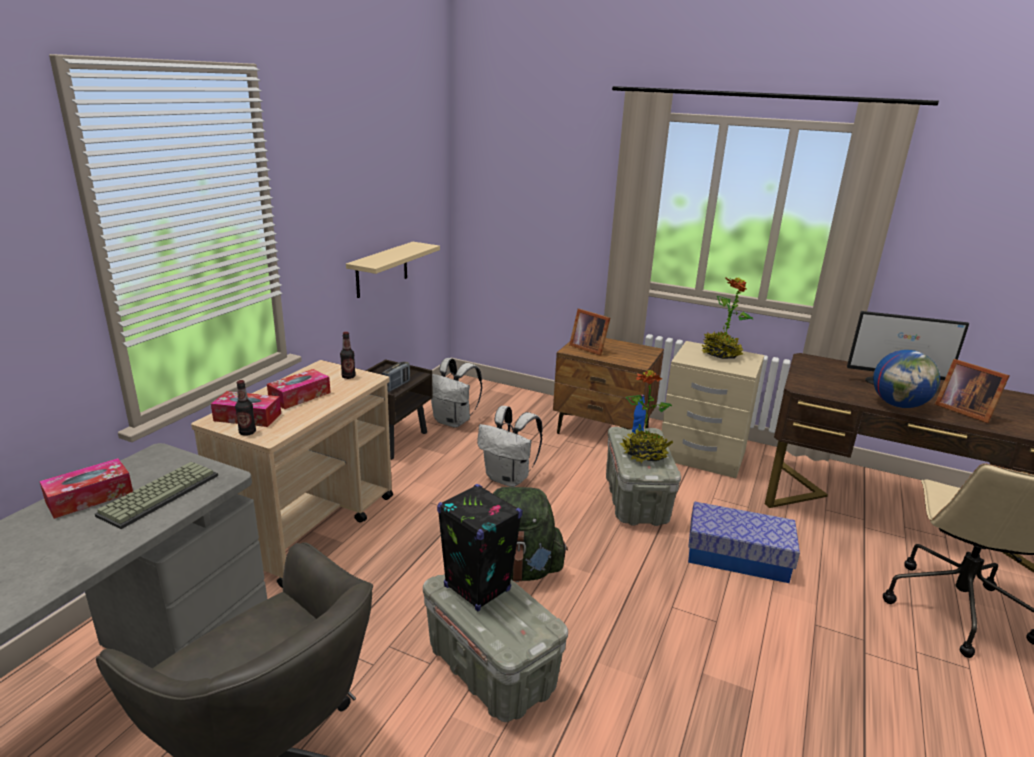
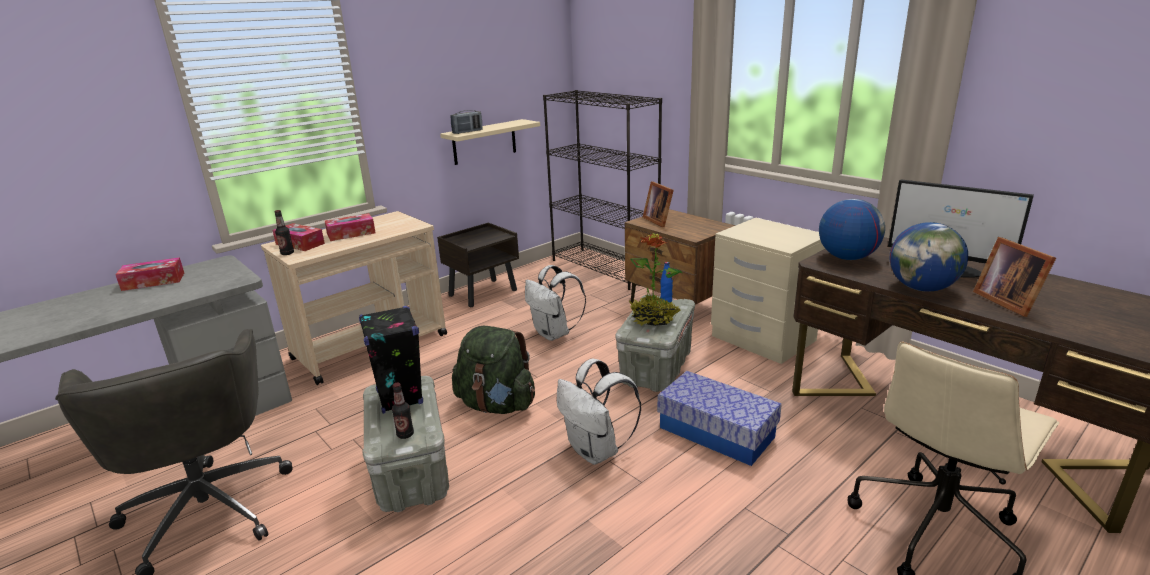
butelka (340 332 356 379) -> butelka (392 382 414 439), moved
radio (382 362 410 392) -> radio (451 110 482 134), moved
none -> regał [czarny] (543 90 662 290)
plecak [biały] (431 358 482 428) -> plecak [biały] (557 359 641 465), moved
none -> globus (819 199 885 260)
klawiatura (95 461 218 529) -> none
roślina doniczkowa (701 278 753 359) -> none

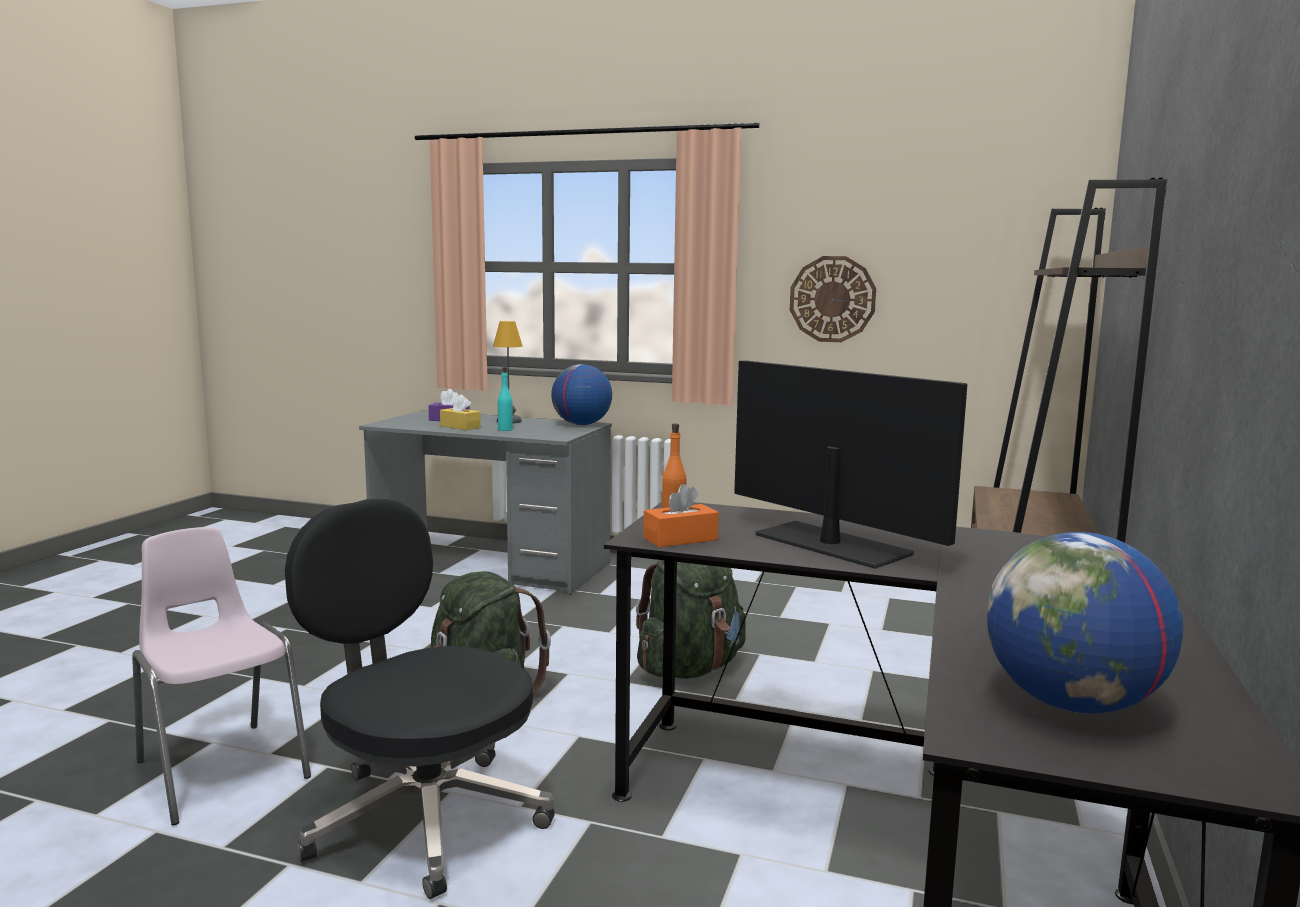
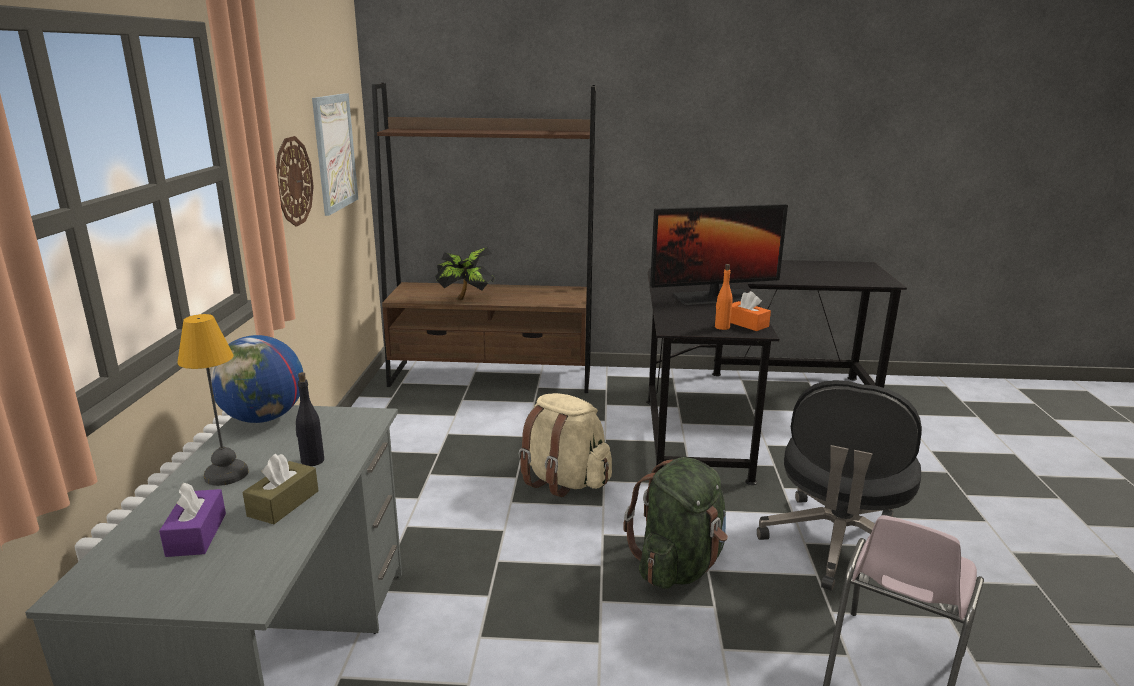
pudełko chusteczek [żółty] (440 394 481 430) -> pudełko chusteczek [brązowy] (243 453 319 524)
butelka [turkusowy] (498 367 513 431) -> butelka [czarny] (296 372 324 466)
none -> obraz (312 93 358 216)
none -> roślina doniczkowa (435 247 494 300)
plecak [zielony] (636 560 746 679) -> plecak [beżowy] (519 393 612 497)
monitor (734 360 967 568) -> monitor (650 204 788 305), 135 degrees counterclockwise
globus (987 532 1183 714) -> none

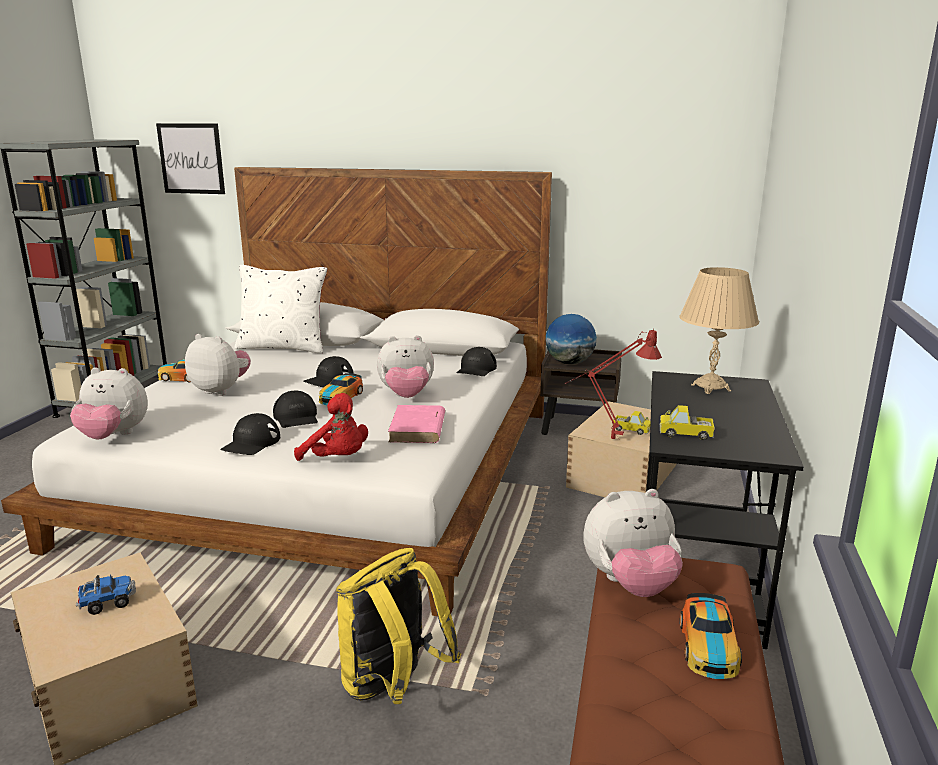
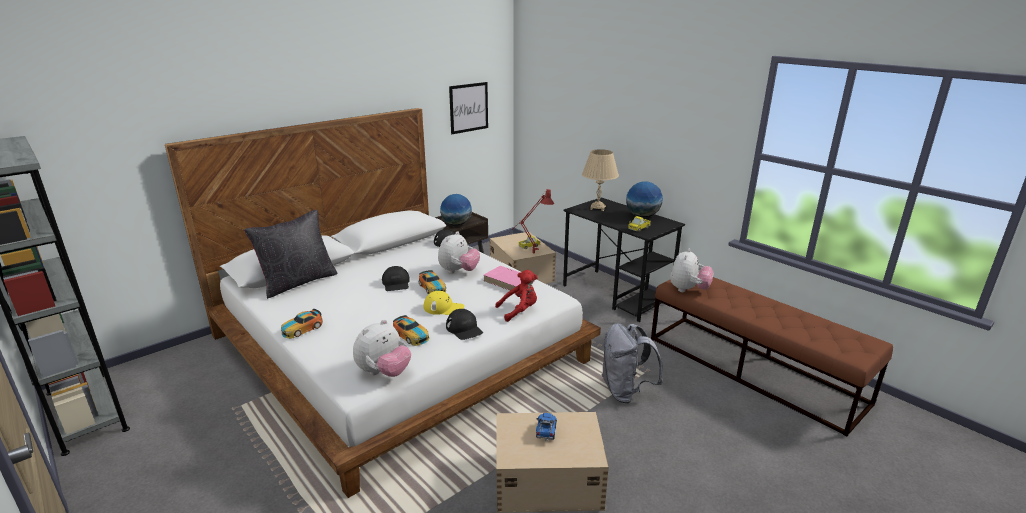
poduszka [biały] (234 265 327 353) -> poduszka [czarny] (244 210 338 299)
samochodzik (680 593 742 679) -> samochodzik (393 315 429 346), moved
czapka z daszkiem [czarny] (273 391 318 428) -> czapka z daszkiem [żółty] (423 291 464 315)
obraz (156 123 225 194) -> obraz (449 82 488 134), moved
plecak [żółty] (336 548 461 704) -> plecak [szary] (602 323 663 403)
none -> globus (626 181 663 218)
pluszak (185 334 251 396) -> none

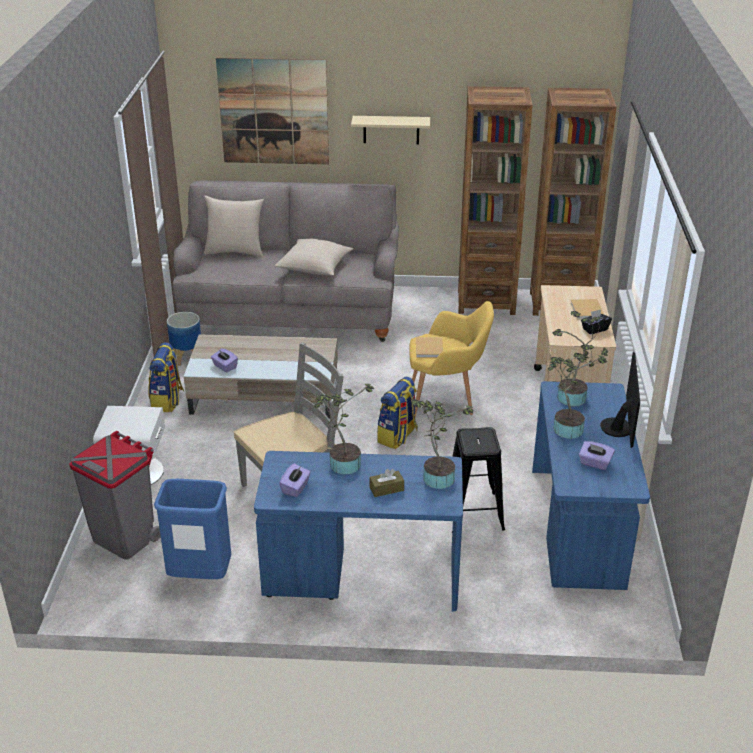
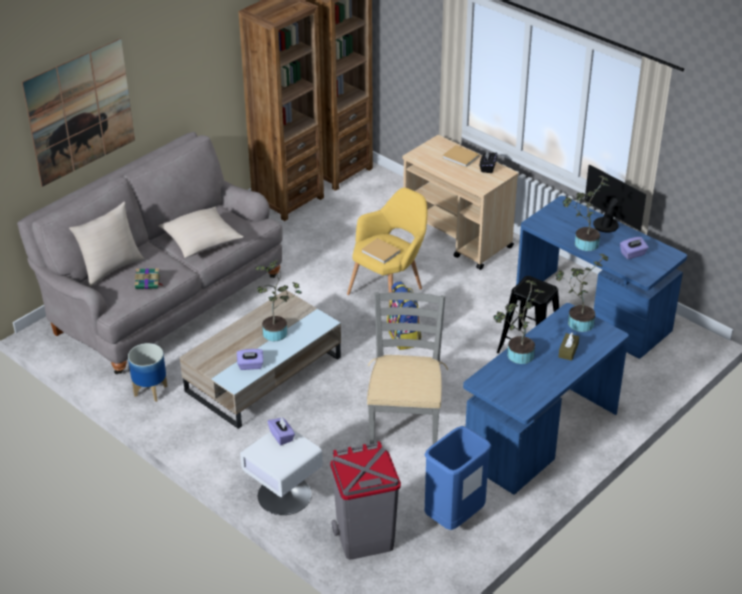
none -> książka (135 268 163 289)
roślina doniczkowa (552 311 608 406) -> roślina doniczkowa (255 260 302 341), moved
pudełko chusteczek [fioletowy] (279 464 311 497) -> pudełko chusteczek [fioletowy] (268 416 295 445), moved
plecak (148 342 184 412) -> none
półka [beżowy] (351 116 430 144) -> none

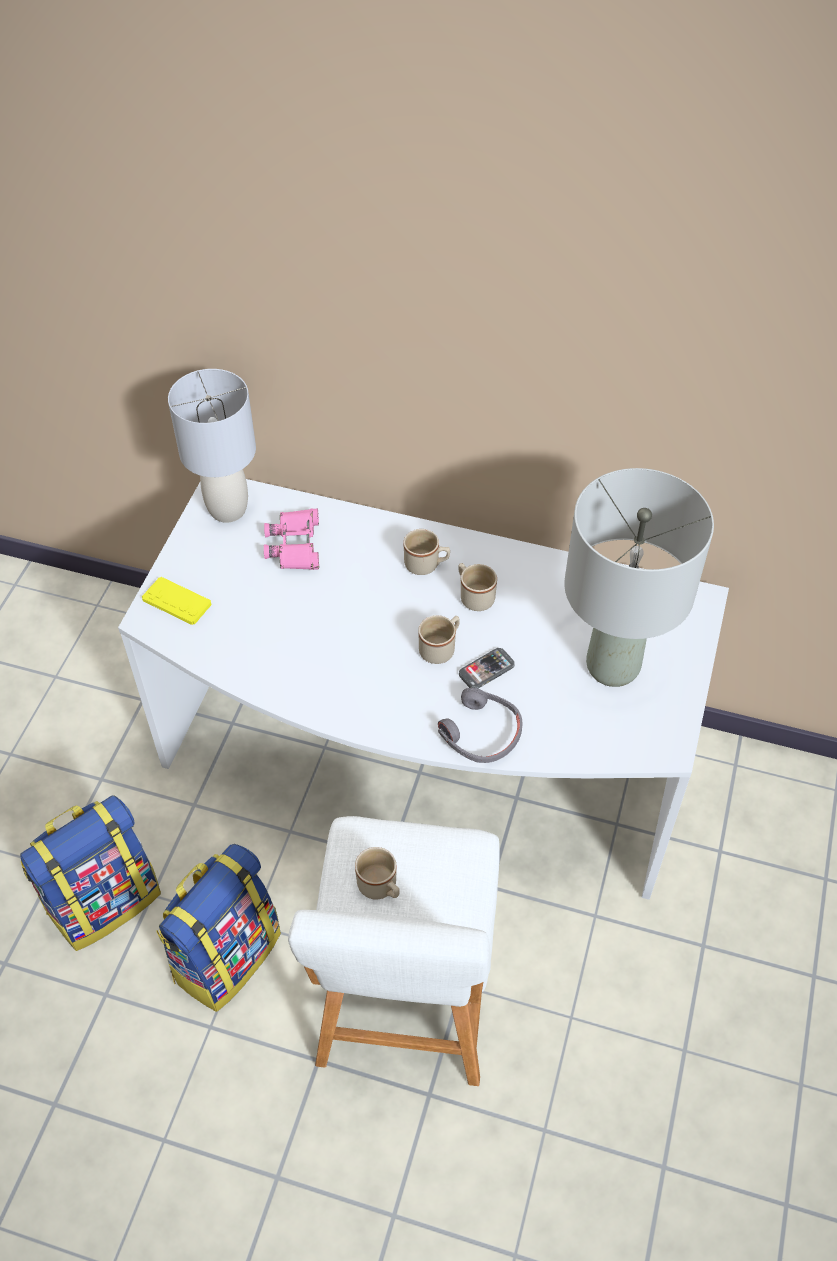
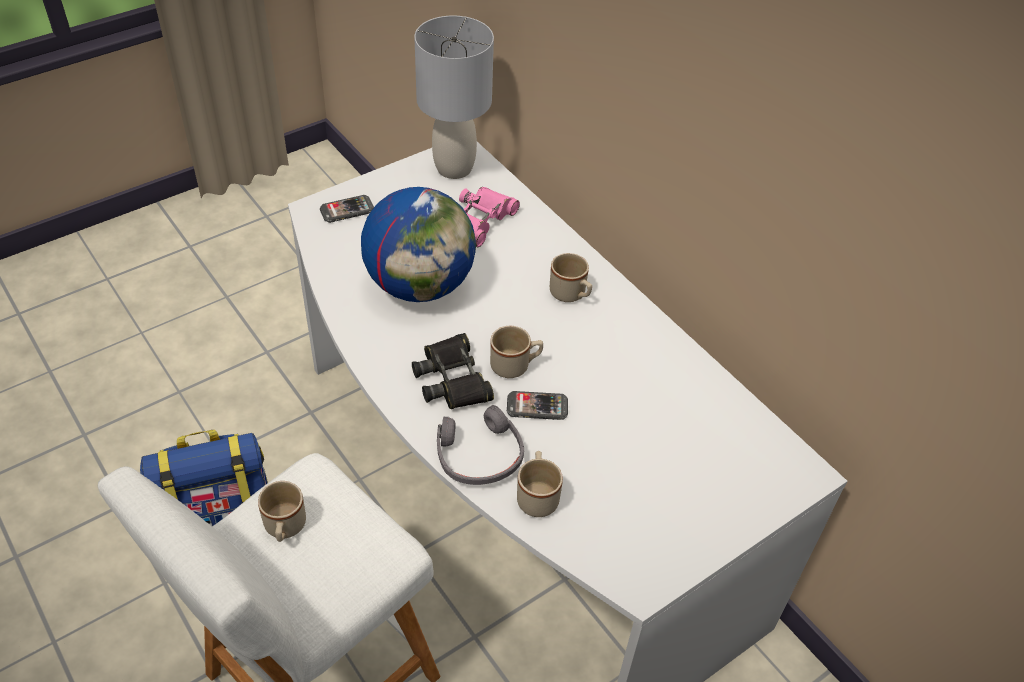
pad do gier [żółty] (142 577 211 625) -> telefon (320 195 374 223)
none -> globus (361 187 476 302)
none -> lornetka [czarny] (412 333 494 409)
kubek [beżowy] (458 563 497 611) -> kubek [beżowy] (517 451 563 517), moved
plecak (20 796 161 951) -> none
lampa stołowa [szary] (564 468 714 687) -> none

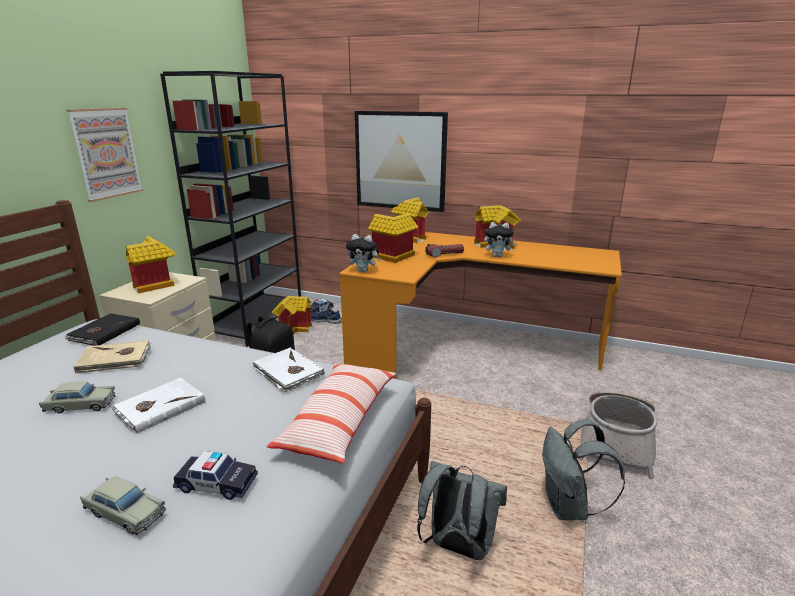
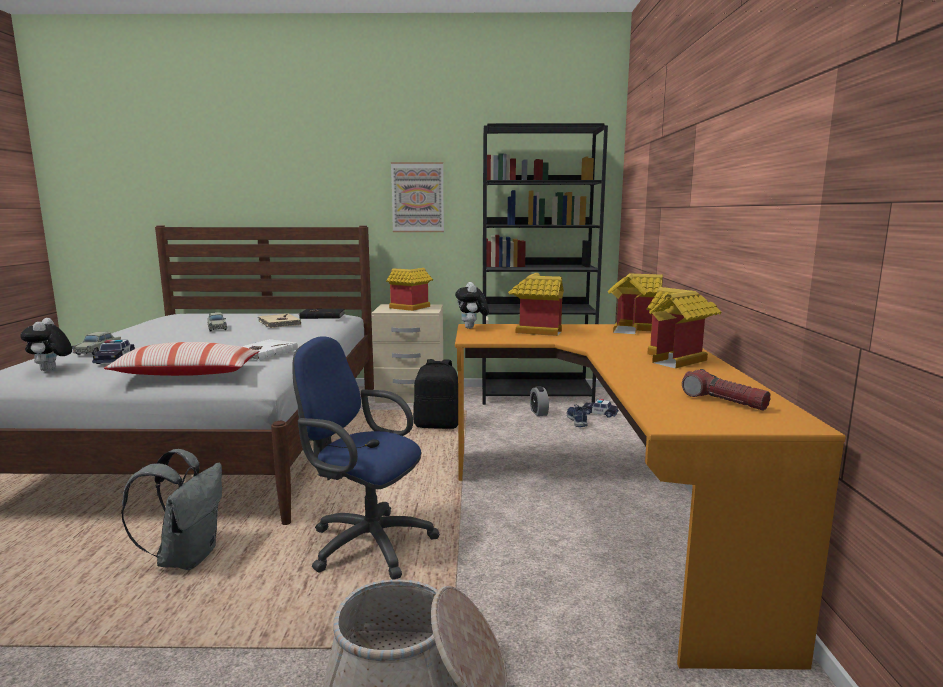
pluszak (484 222 517 257) -> pluszak (20 318 72 371), moved
none -> krzesło biurowe [niebieski] (292 336 440 579)
domek (272 296 312 335) -> budzik (530 386 549 416)
latarka (425 244 464 258) -> latarka (682 369 771 411), moved
książka [biały] (111 378 205 434) -> none
obraz (355 111 448 212) -> none
plecak [szary] (542 419 625 520) -> none

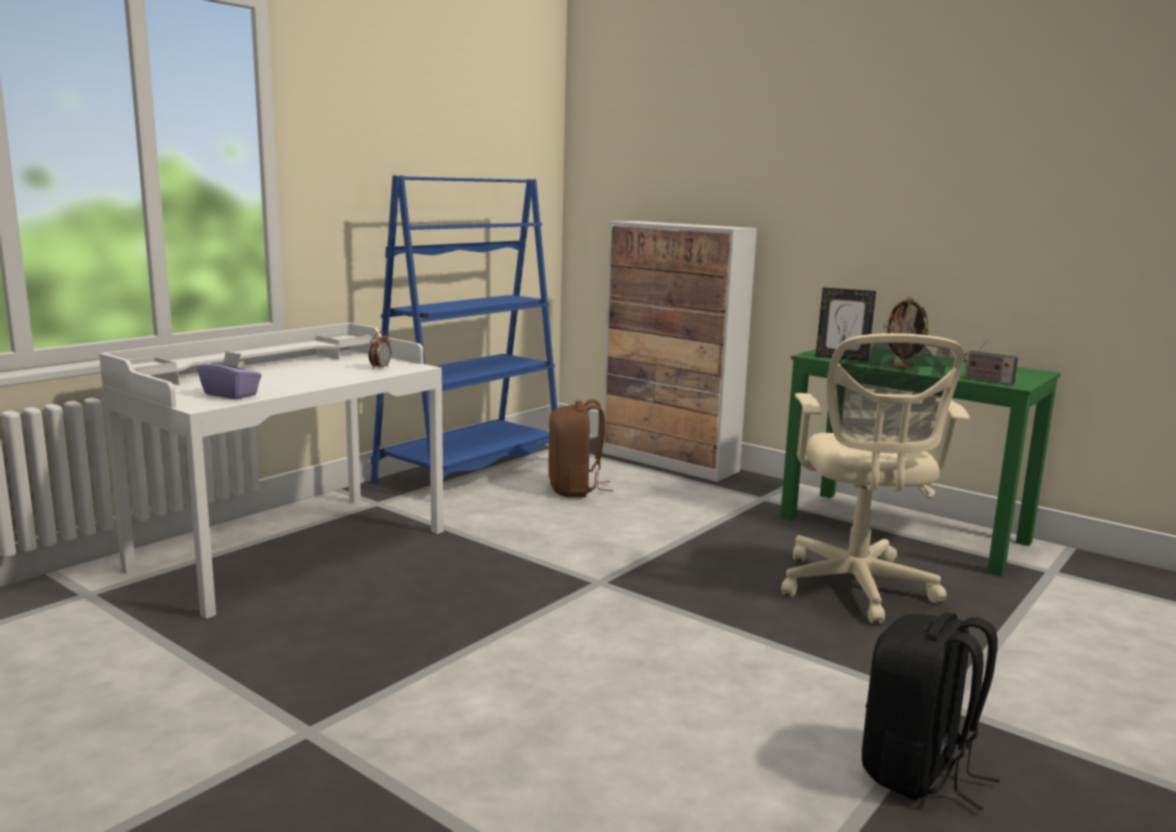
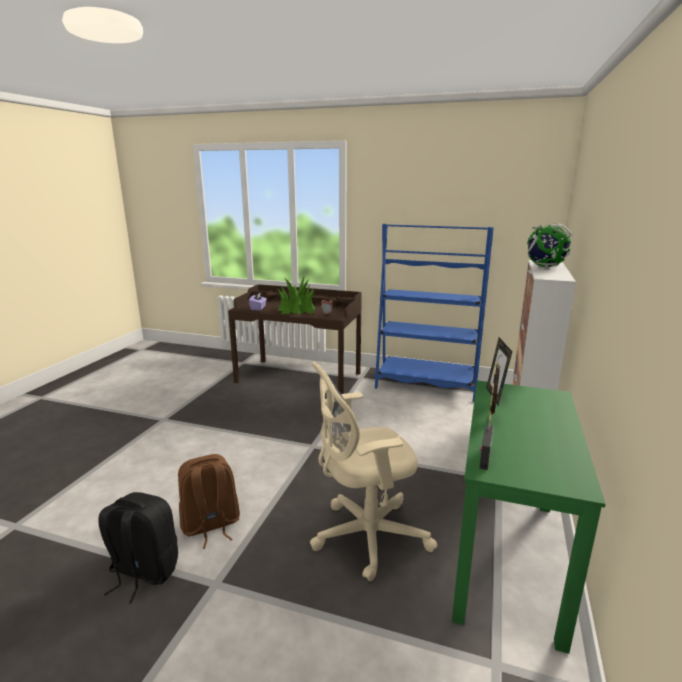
plecak [brązowy] (548 399 614 497) -> plecak [brązowy] (178 454 240 549), moved
biurko [biały] (99 323 444 619) -> biurko [brązowy] (228 284 362 394)
none -> roślina doniczkowa (278 277 315 314)
none -> globus (527 223 572 268)

